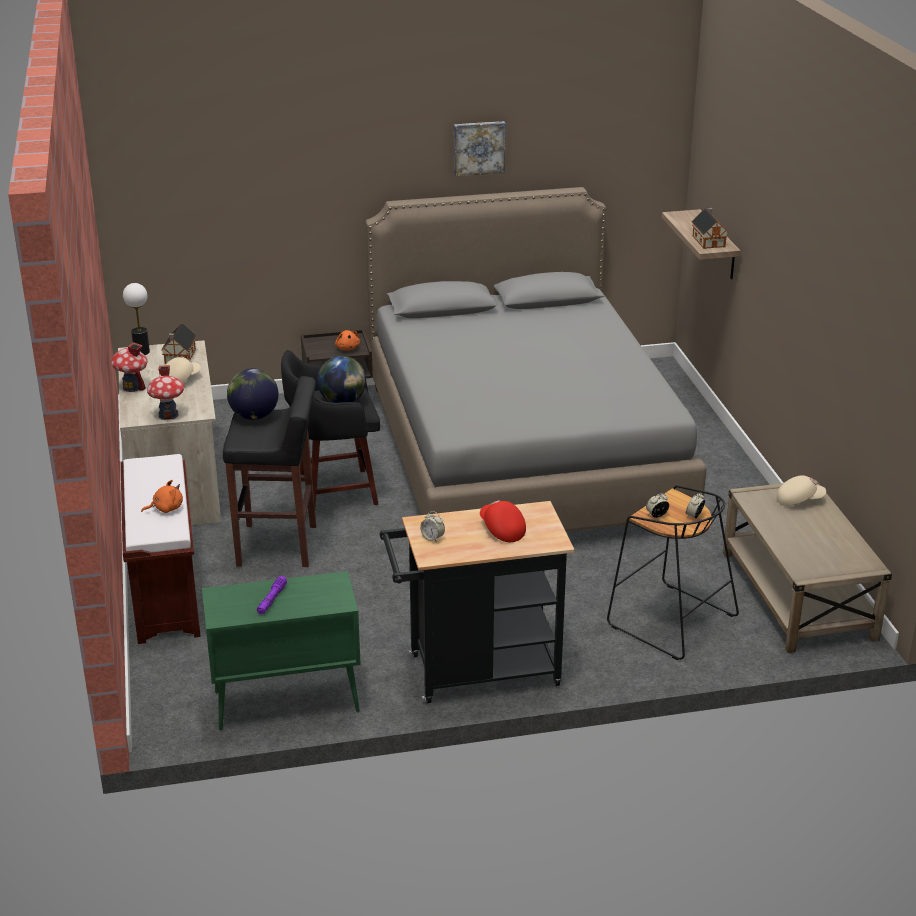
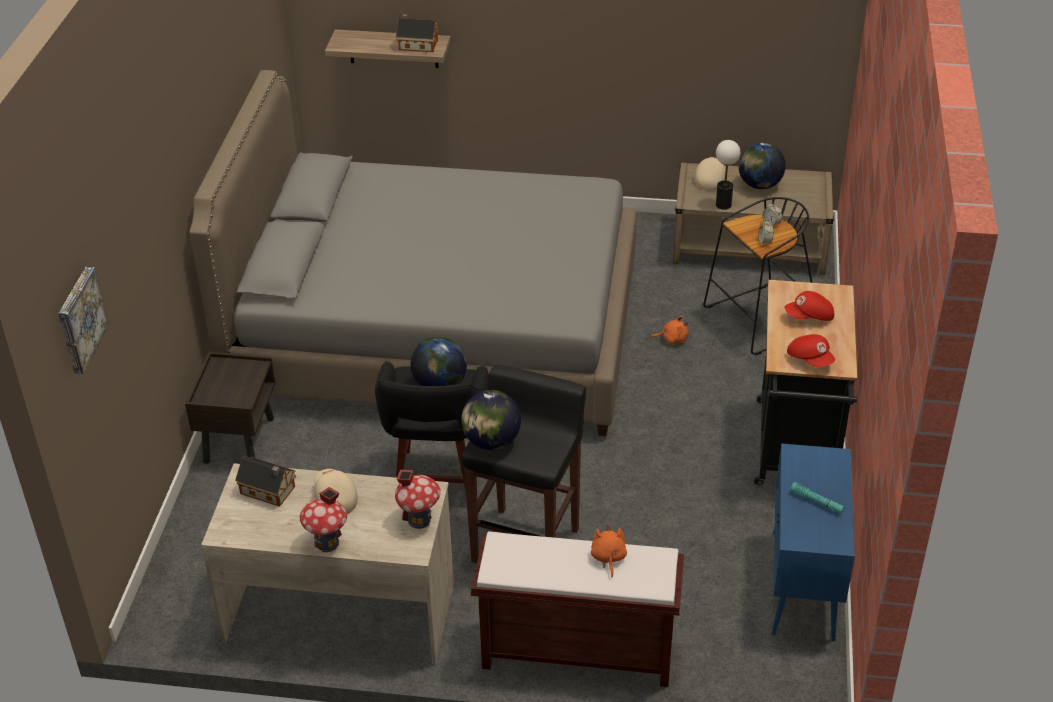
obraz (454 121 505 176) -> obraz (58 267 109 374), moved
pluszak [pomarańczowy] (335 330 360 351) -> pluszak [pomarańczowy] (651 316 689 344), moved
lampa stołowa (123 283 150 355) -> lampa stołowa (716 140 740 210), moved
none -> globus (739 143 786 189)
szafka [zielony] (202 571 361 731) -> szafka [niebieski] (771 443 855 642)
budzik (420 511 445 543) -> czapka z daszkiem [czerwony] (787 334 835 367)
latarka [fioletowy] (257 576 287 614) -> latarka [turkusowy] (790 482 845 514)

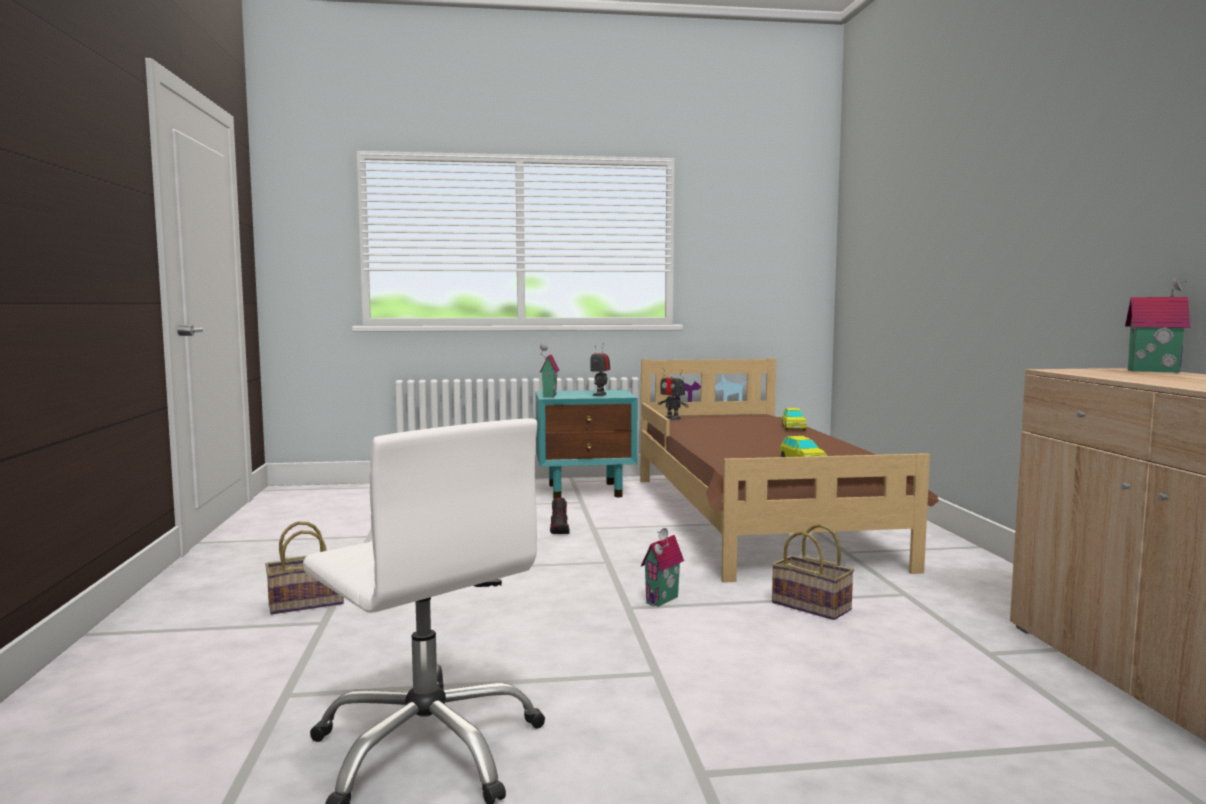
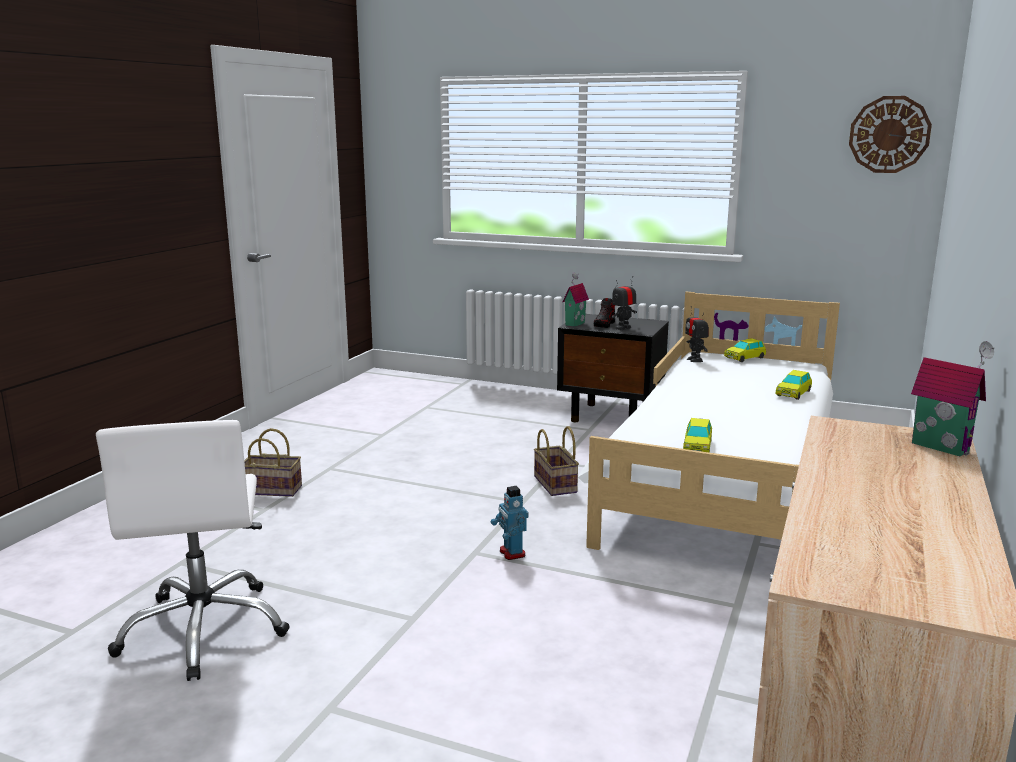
domek (641 528 684 607) -> robot zabawkowy (490 486 529 560)
koszyk (772 524 854 620) -> koszyk (534 426 579 496), moved
szafka nocna [turkusowy] (535 390 638 499) -> szafka nocna [czarny] (557 314 669 422)
łóżko [brązowy] (640 358 939 583) -> łóżko [biały] (578 292 840 550)
but (550 498 570 534) -> but (594 298 615 328), moved
none -> samochodzik (724 338 766 362)
none -> zegar ścienny (849 96 932 173)

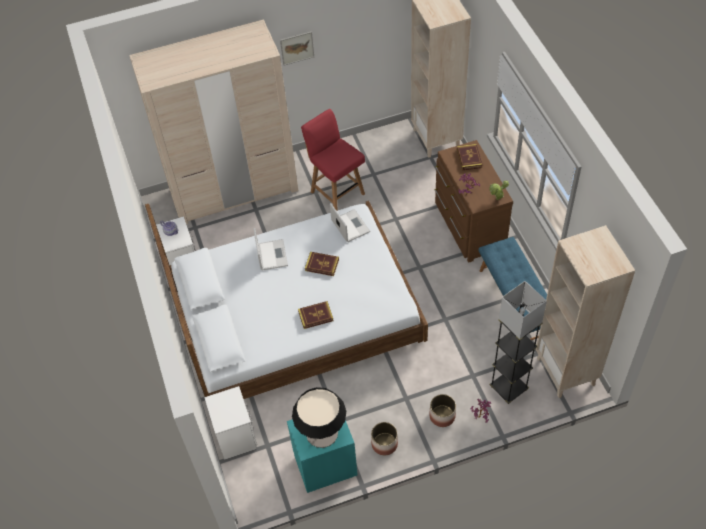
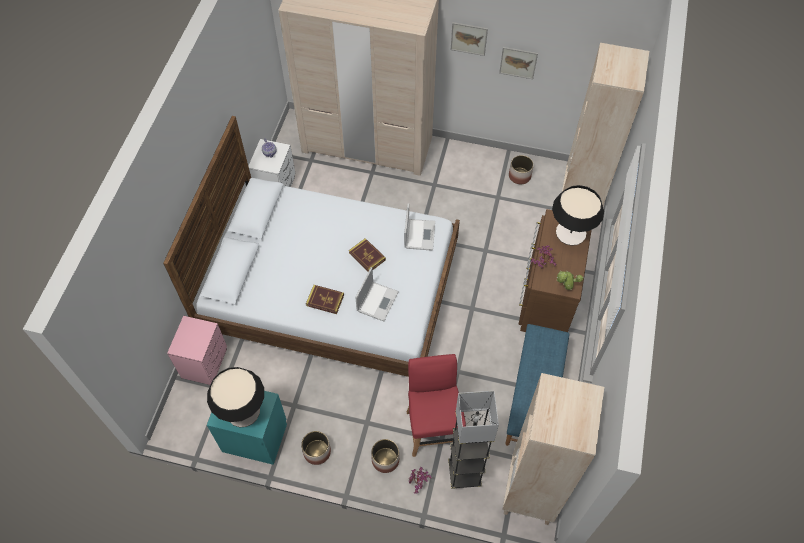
szafka nocna [biały] (204 386 257 460) -> szafka nocna [różowy] (167 316 227 385)
laptop (253 228 288 270) -> laptop (355 267 399 322), moved
krzesło [czerwony] (301 109 365 211) -> krzesło [czerwony] (406 354 466 457), moved
none -> obraz (499 47 538 79)
none -> donica (509 155 534 184)
książka (457 144 482 170) -> lampa stołowa (552 185 604 246)

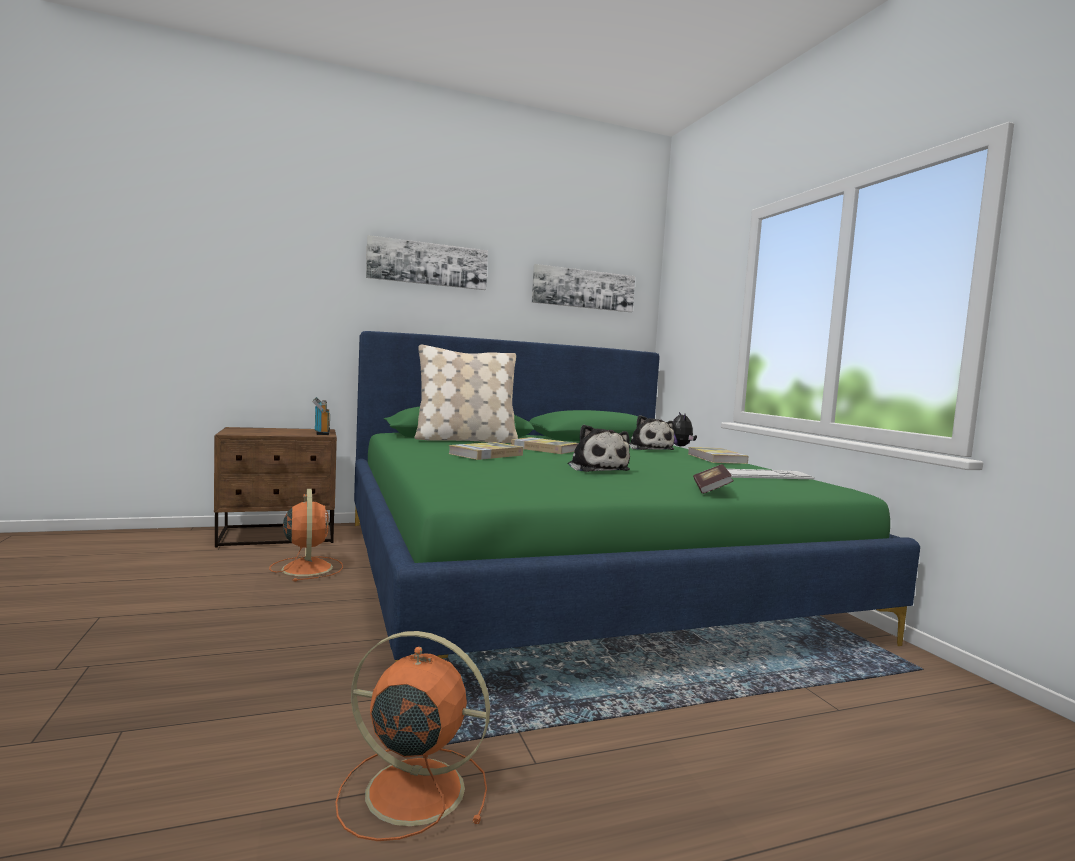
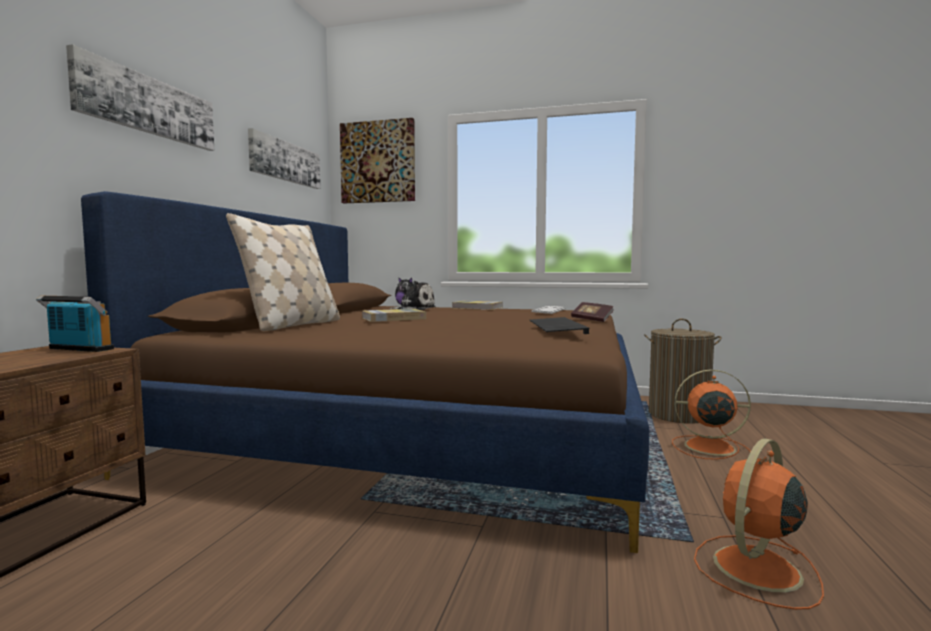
łóżko [zielony] (354 331 920 662) -> łóżko [brązowy] (81 191 649 553)
none -> obraz (340 118 415 203)
none -> klawiatura (530 317 590 334)
none -> kosz na pranie (644 318 722 424)
wentylator [pomarańczowy] (269 489 343 581) -> wentylator [pomarańczowy] (672 370 751 459), moved
książka (449 442 523 460) -> none
pluszak (568 425 630 472) -> none

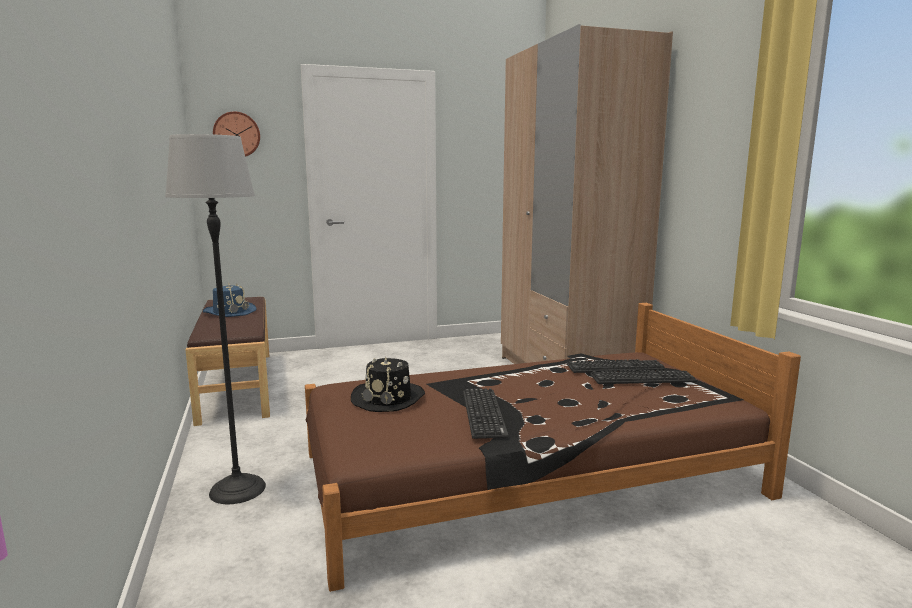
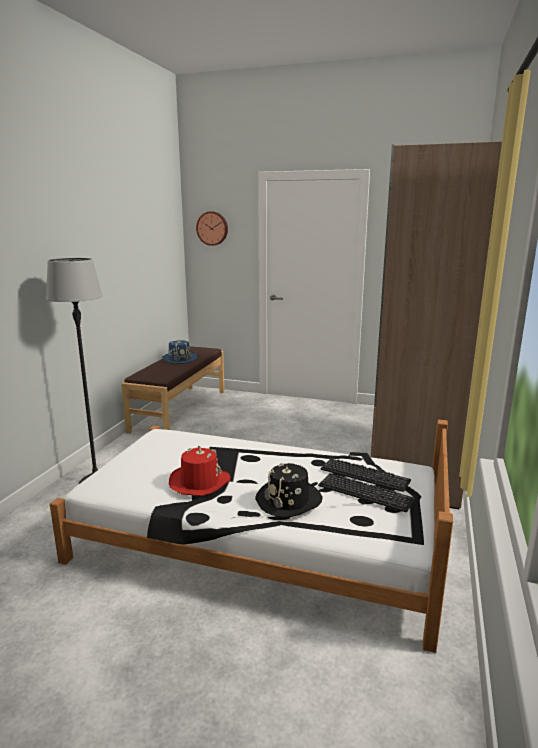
łóżko [brązowy] (305 303 801 592) -> łóżko [biały] (50 419 453 653)
klawiatura (463 388 509 439) -> kapelusz [czerwony] (169 446 231 496)
kapelusz [czarny] (351 357 425 412) -> kapelusz [czarny] (255 463 323 518), moved

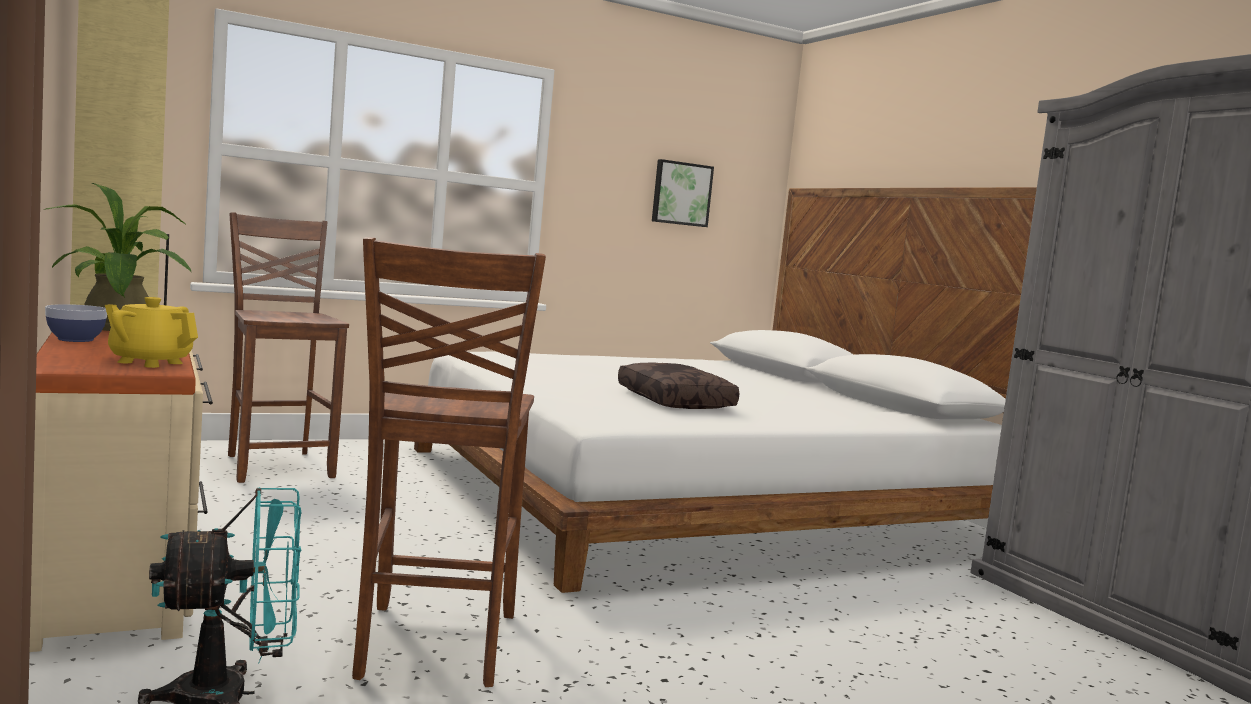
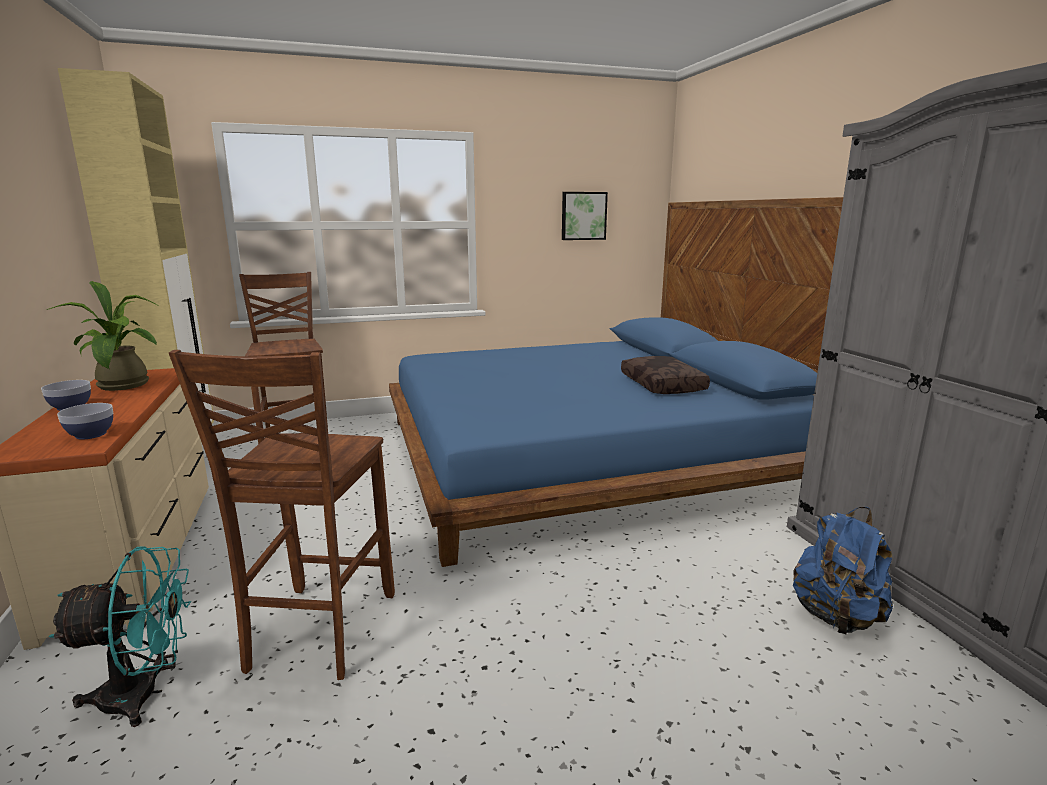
imbryk [żółty] (105 297 198 368) -> miska (57 403 113 440)
łóżko [biały] (414 187 1037 593) -> łóżko [niebieski] (389 197 843 567)
poduszka [brązowy] (618 362 740 409) -> poduszka [brązowy] (621 356 710 394), moved
none -> plecak [niebieski] (793 507 893 634)

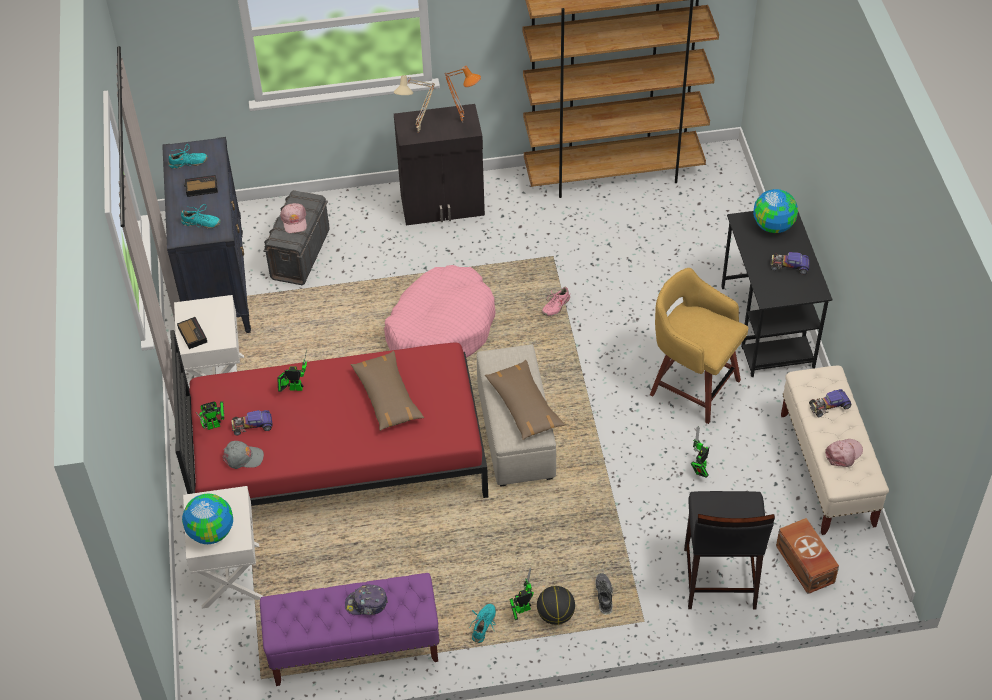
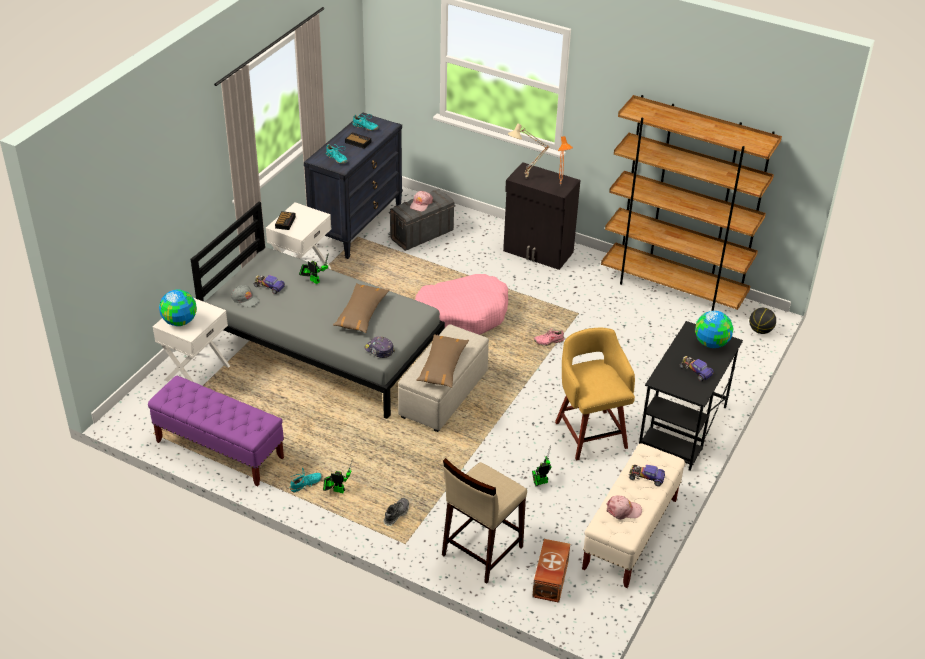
łóżko [czerwony] (170 330 488 506) -> łóżko [szary] (191 202 445 419)
czapka z daszkiem (345 584 388 615) -> czapka z daszkiem (364 336 395 358), moved
stołek [czarny] (684 491 775 610) -> stołek [beżowy] (442 458 527 584)
piłka do koszykówki (537 586 575 625) -> piłka do koszykówki (749 308 776 334), moved
robot zabawkowy (196 401 224 430) -> none

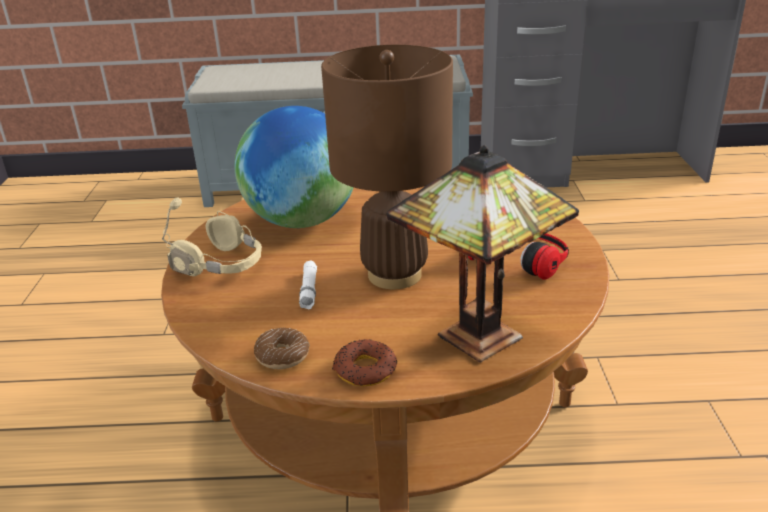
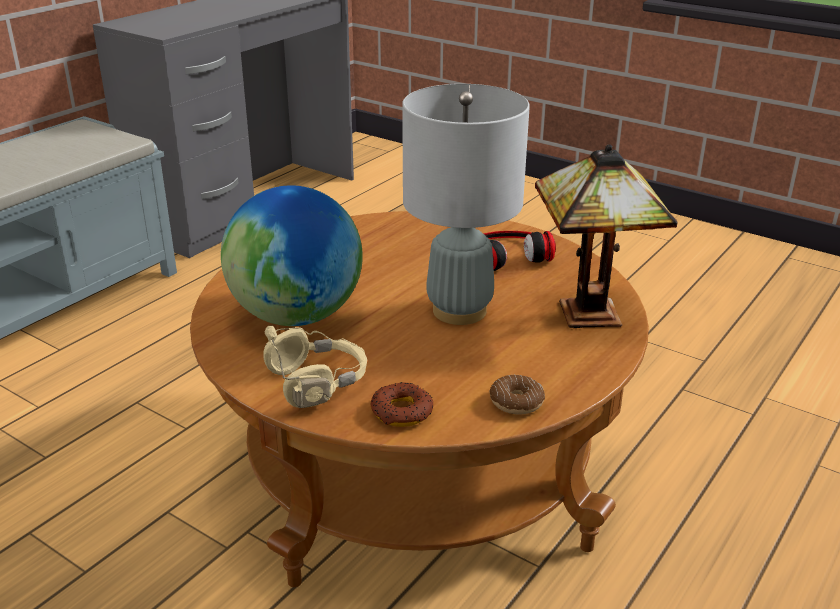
donut (332 339 397 386) -> donut (371 382 433 427), moved
lampa stołowa [brązowy] (321 45 453 289) -> lampa stołowa [szary] (402 84 530 325)
latarka [biały] (299 261 317 310) -> none

